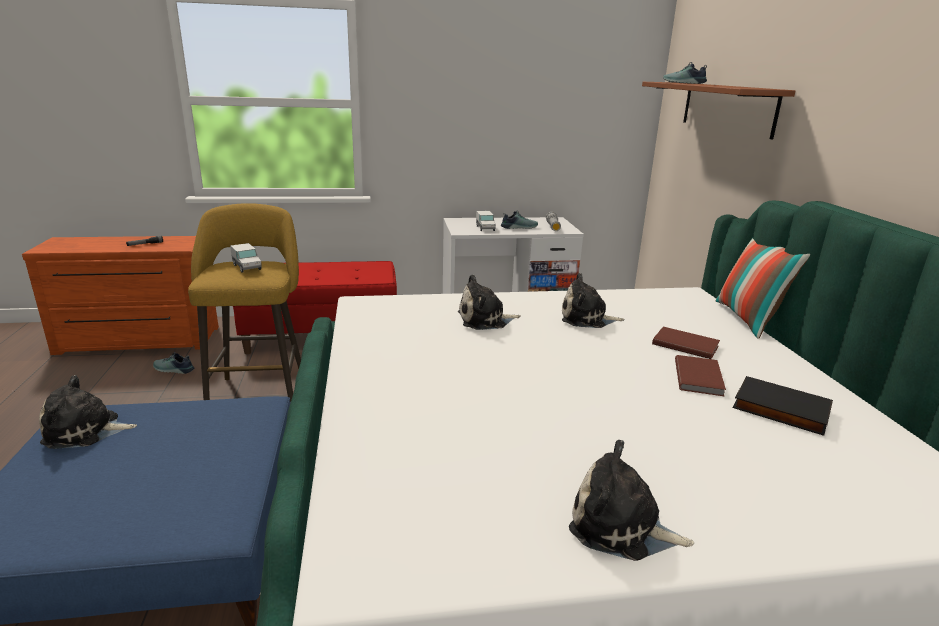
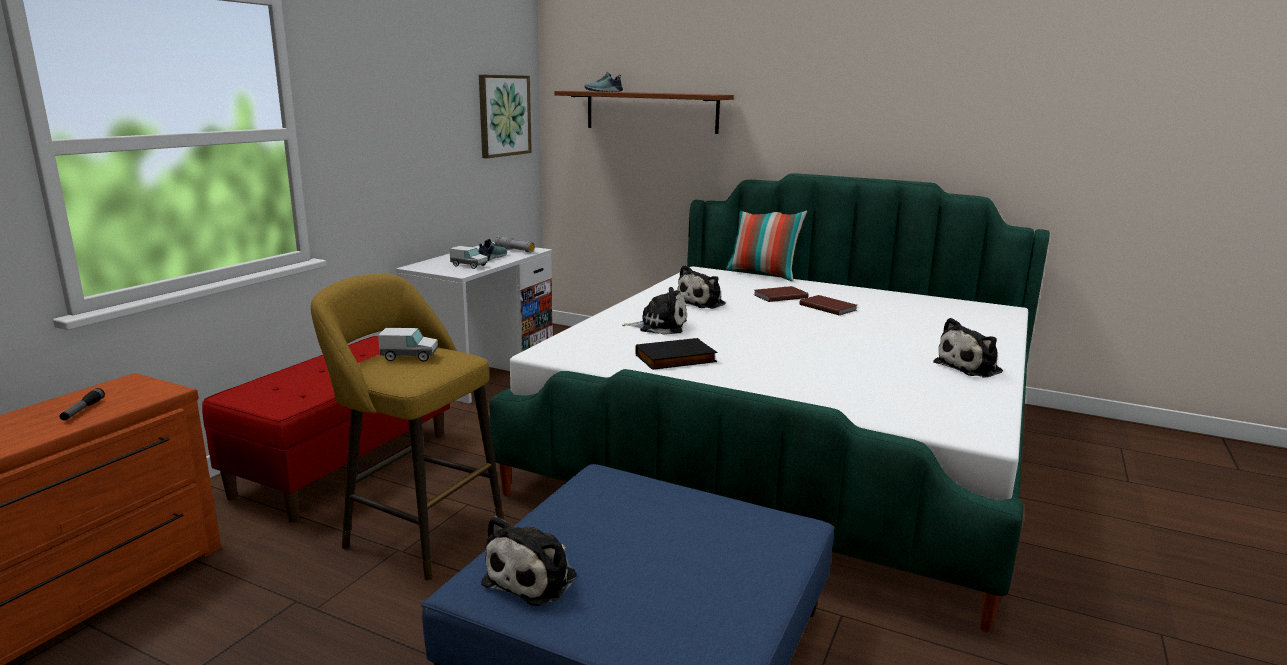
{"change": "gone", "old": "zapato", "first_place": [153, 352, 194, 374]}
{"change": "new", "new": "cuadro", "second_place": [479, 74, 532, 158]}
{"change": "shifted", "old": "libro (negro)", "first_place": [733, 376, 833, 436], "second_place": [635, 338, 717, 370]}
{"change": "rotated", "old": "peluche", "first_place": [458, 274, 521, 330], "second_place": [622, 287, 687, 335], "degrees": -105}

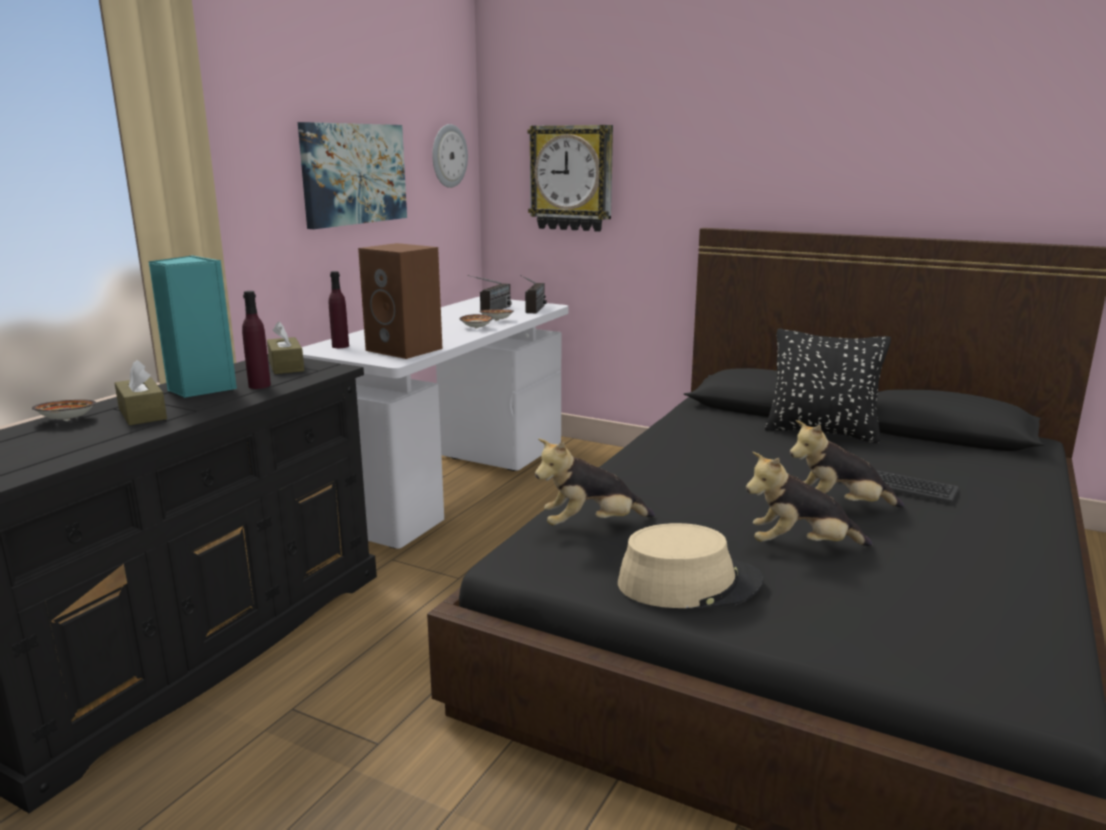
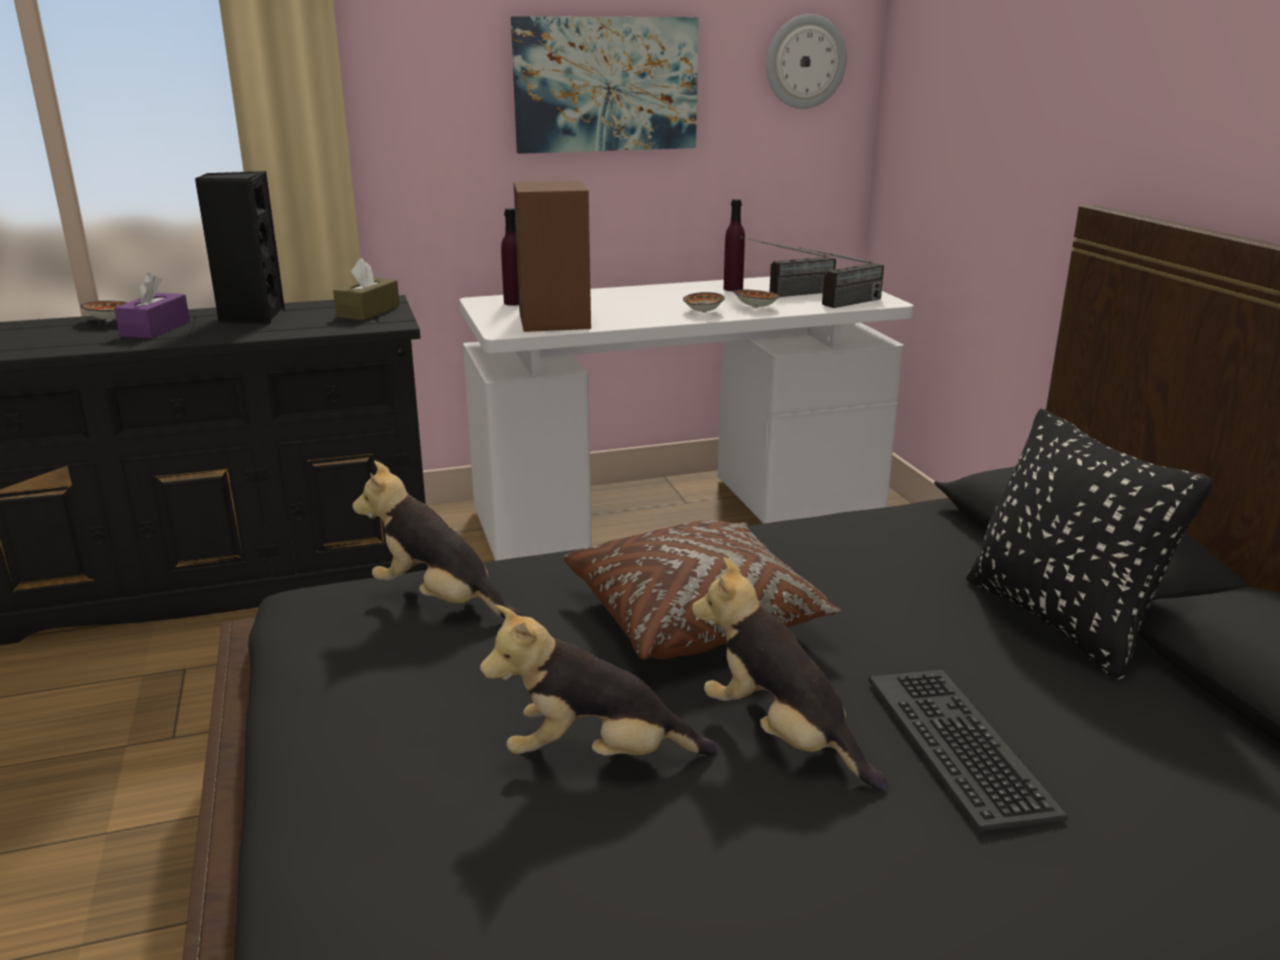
{"change": "gone", "old": "reloj de pared", "first_place": [528, 125, 613, 232]}
{"change": "gone", "old": "sombrero (beis)", "first_place": [618, 523, 763, 608]}
{"change": "new", "new": "cojín (marrón)", "second_place": [564, 520, 841, 660]}
{"change": "shifted", "old": "botella (morado)", "first_place": [242, 291, 271, 389], "second_place": [724, 199, 745, 291]}
{"change": "repainted", "old": "caja de pañuelos (marrón)", "new": "caja de pañuelos (morado)", "first_place": [115, 360, 167, 425], "second_place": [114, 273, 190, 338]}
{"change": "repainted", "old": "altavoz (turquesa)", "new": "altavoz (negro)", "first_place": [149, 255, 237, 398], "second_place": [195, 171, 285, 324]}
{"change": "rotated", "old": "peluche", "first_place": [746, 452, 873, 546], "second_place": [480, 605, 718, 756], "degrees": -45}

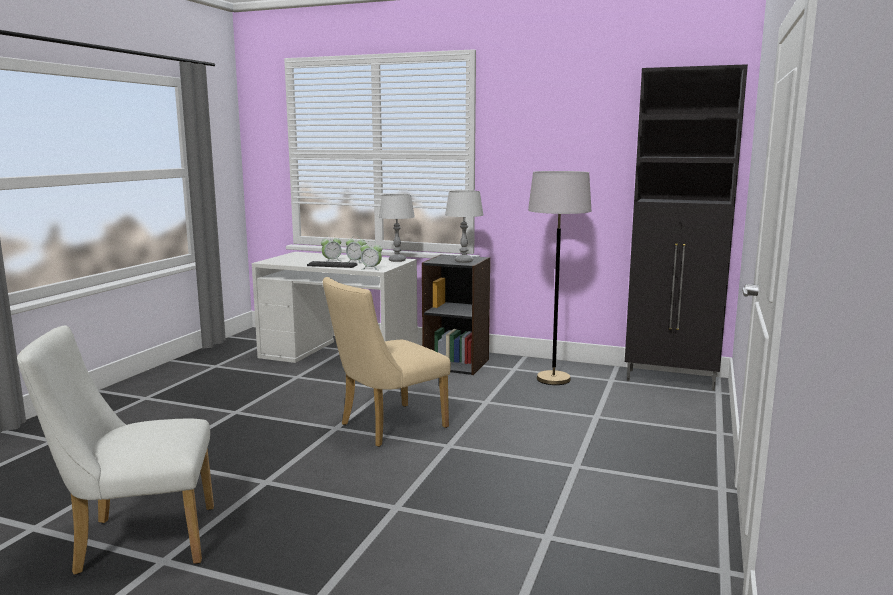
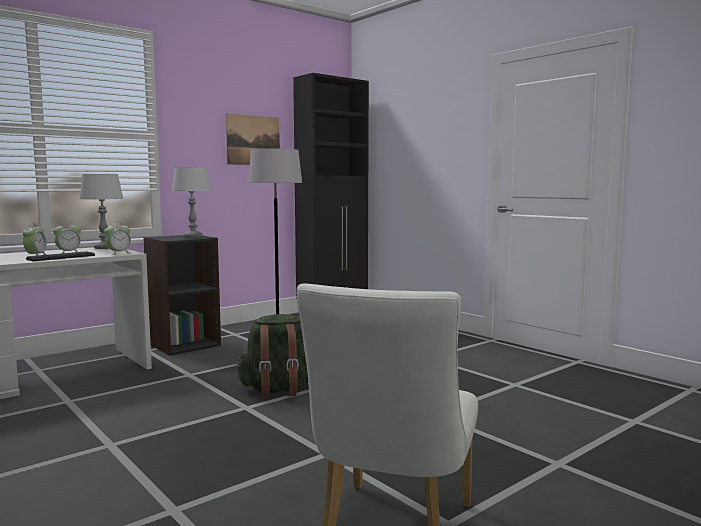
{"change": "new", "new": "cuadro", "second_place": [226, 114, 280, 165]}
{"change": "swapped", "old": "silla (beis)", "new": "mochila (verde)", "first_place": [323, 277, 451, 447], "second_place": [235, 314, 308, 398]}

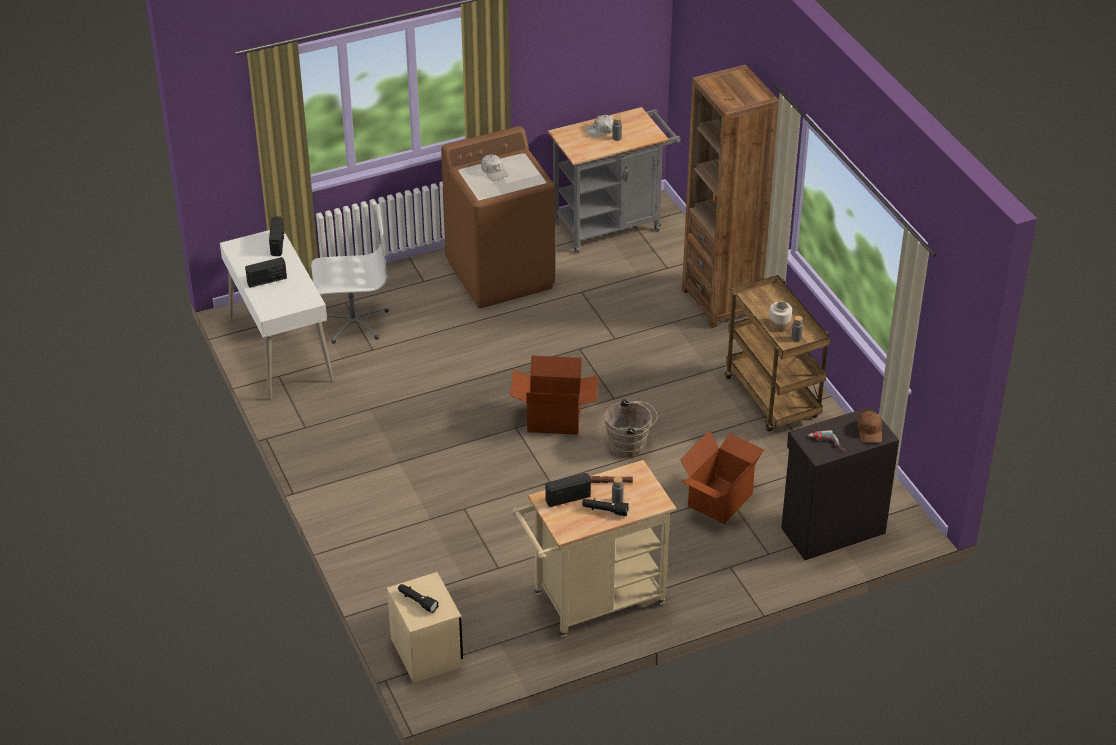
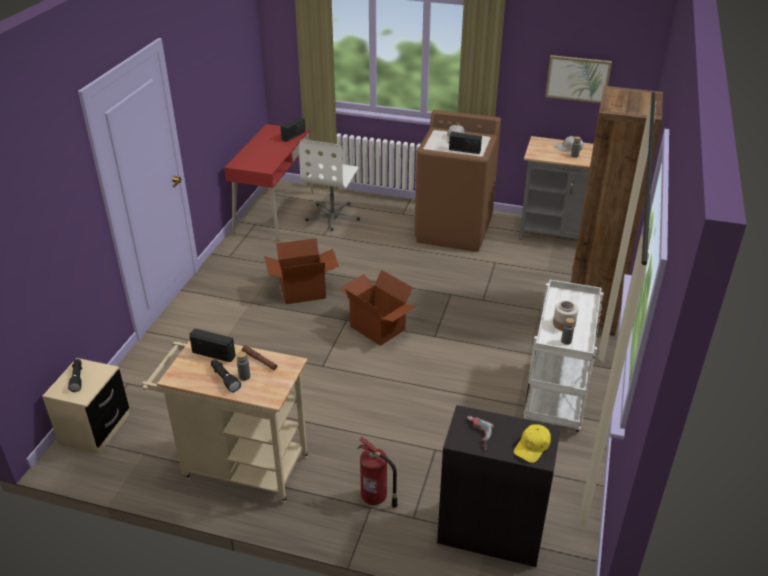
{"change": "gone", "old": "cubo (marrón)", "first_place": [604, 399, 658, 458]}
{"change": "new", "new": "extintor", "second_place": [357, 437, 398, 508]}
{"change": "new", "new": "cuadro", "second_place": [545, 55, 612, 103]}
{"change": "shifted", "old": "radio", "first_place": [245, 257, 287, 288], "second_place": [449, 132, 482, 154]}
{"change": "shifted", "old": "caja de cartón", "first_place": [680, 430, 764, 524], "second_place": [264, 238, 339, 304]}
{"change": "repainted", "old": "escritorio (blanco)", "new": "escritorio (rojo)", "first_place": [220, 230, 334, 399], "second_place": [224, 124, 314, 241]}
{"change": "repainted", "old": "carrito (marrón)", "new": "carrito (blanco)", "first_place": [725, 275, 830, 432], "second_place": [524, 280, 604, 432]}
{"change": "repainted", "old": "gorra (marrón)", "new": "gorra (amarillo)", "first_place": [857, 411, 882, 443], "second_place": [514, 424, 551, 463]}
{"change": "rotated", "old": "silla de oficina (blanco)", "first_place": [311, 204, 389, 344], "second_place": [299, 140, 360, 231], "degrees": 75}

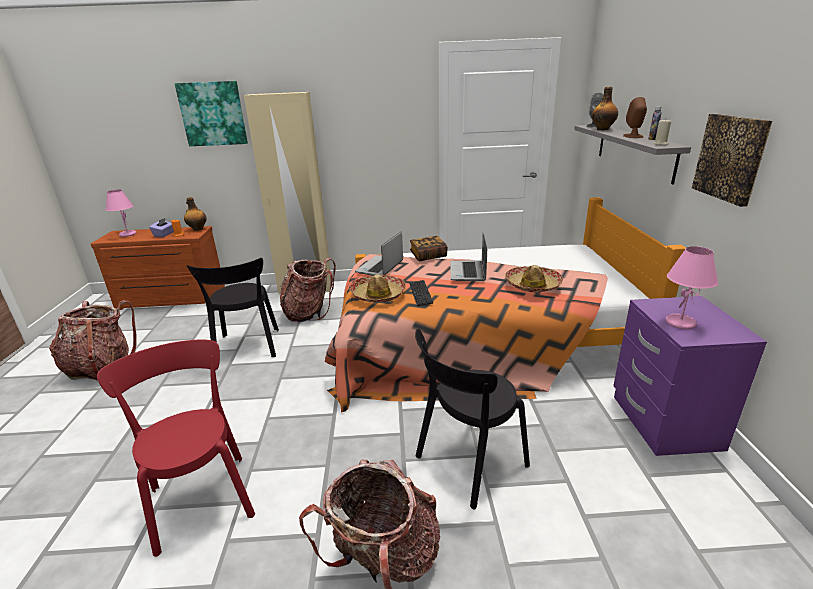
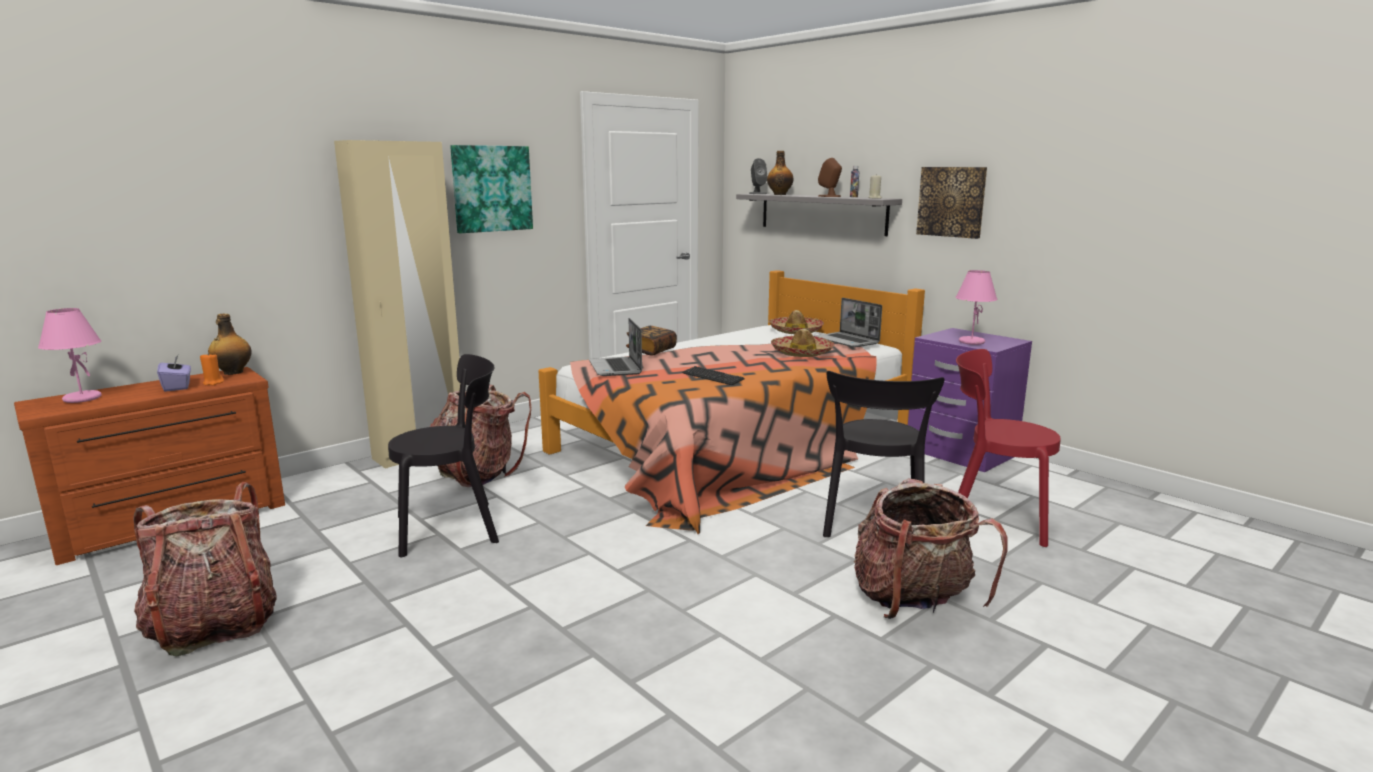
{"change": "shifted", "old": "silla (rojo)", "first_place": [97, 340, 255, 557], "second_place": [956, 349, 1060, 547]}
{"change": "shifted", "old": "cuadro", "first_place": [175, 81, 248, 146], "second_place": [450, 145, 533, 233]}
{"change": "shifted", "old": "sombrero", "first_place": [350, 274, 406, 303], "second_place": [769, 310, 824, 334]}
{"change": "shifted", "old": "portátil", "first_place": [450, 233, 487, 281], "second_place": [816, 298, 882, 348]}
{"change": "rotated", "old": "silla (negro)", "first_place": [187, 258, 279, 357], "second_place": [388, 354, 499, 558], "degrees": -60}

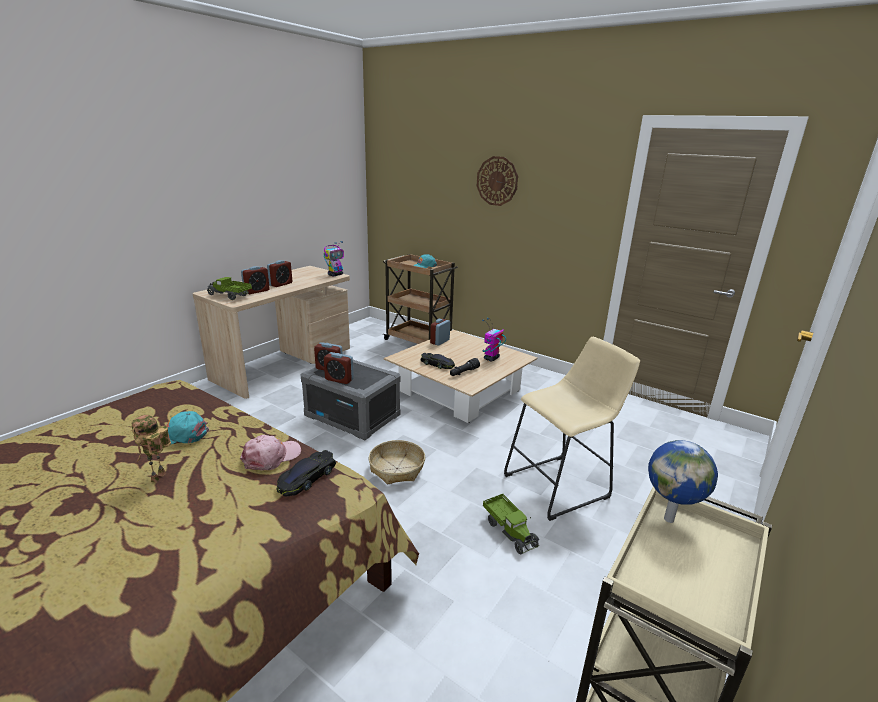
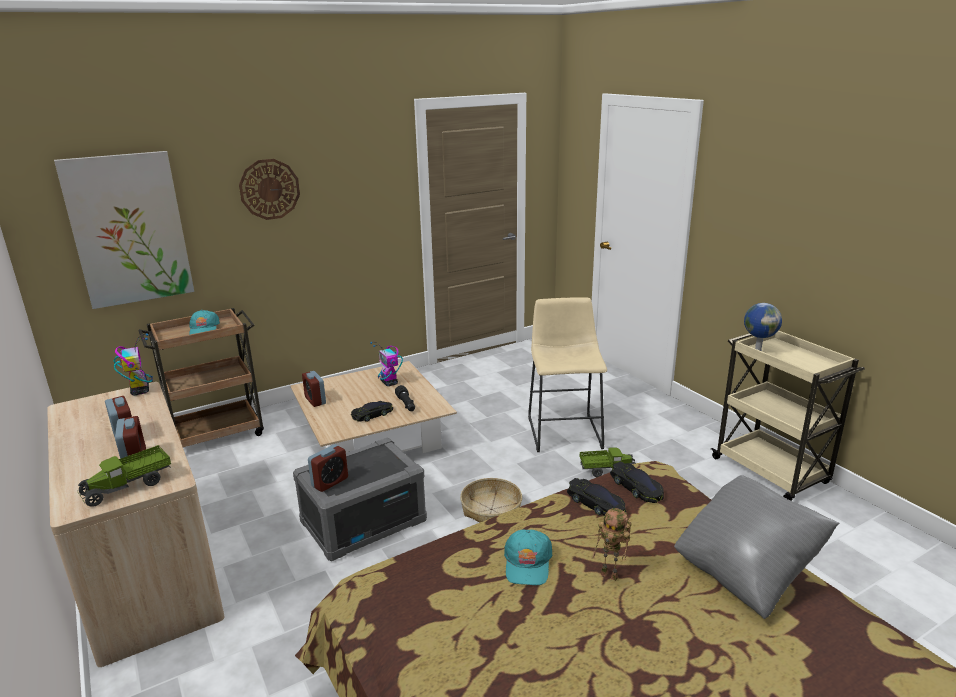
{"change": "gone", "old": "despertador", "first_place": [324, 352, 354, 384]}
{"change": "new", "new": "cuadro", "second_place": [54, 151, 194, 309]}
{"change": "new", "new": "cojín (gris)", "second_place": [674, 475, 839, 619]}
{"change": "swapped", "old": "gorra (rosa)", "new": "coche de juguete (negro)", "first_place": [240, 435, 301, 471], "second_place": [567, 478, 626, 516]}

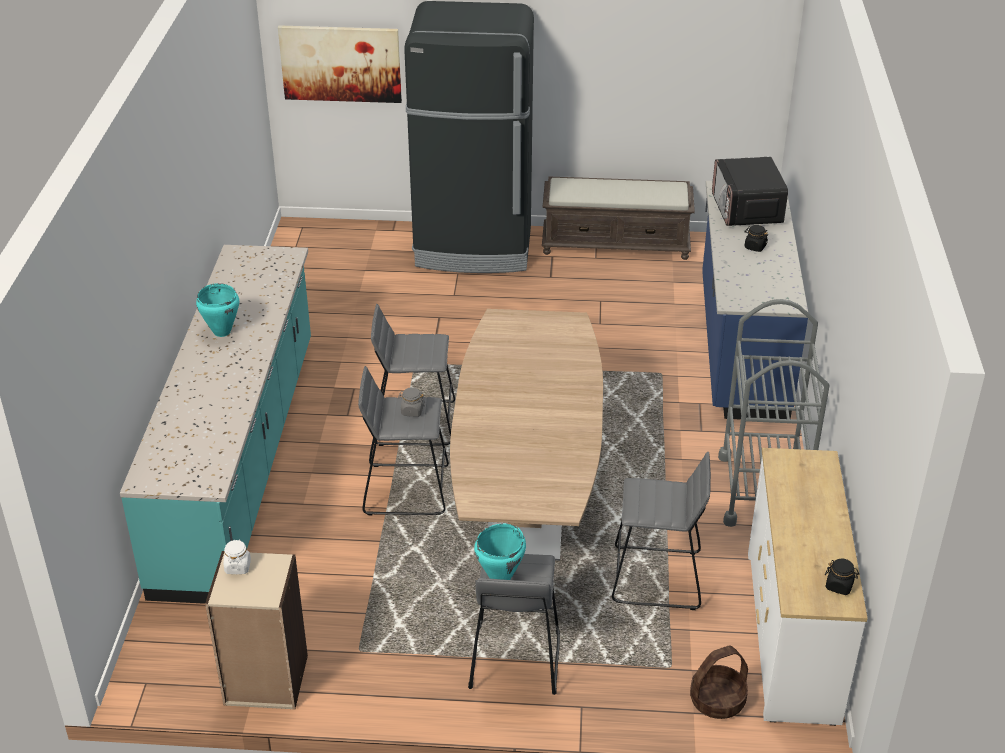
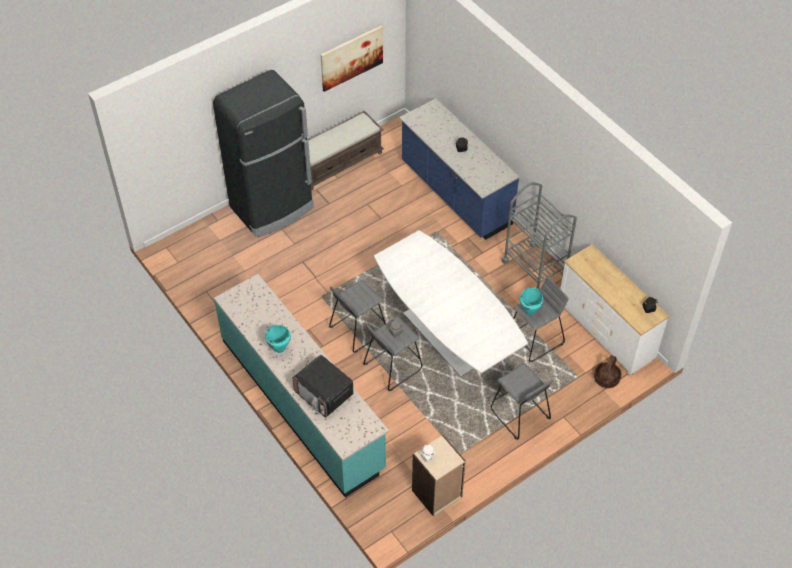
{"change": "shifted", "old": "cuadro", "first_place": [278, 25, 402, 103], "second_place": [321, 26, 383, 92]}
{"change": "shifted", "old": "olla (turquesa)", "first_place": [474, 524, 526, 580], "second_place": [520, 287, 543, 315]}
{"change": "shifted", "old": "microondas", "first_place": [712, 157, 788, 226], "second_place": [292, 355, 354, 417]}
{"change": "repainted", "old": "mesa de comedor (marrón)", "new": "mesa de comedor (blanco)", "first_place": [450, 309, 603, 561], "second_place": [374, 230, 528, 377]}

